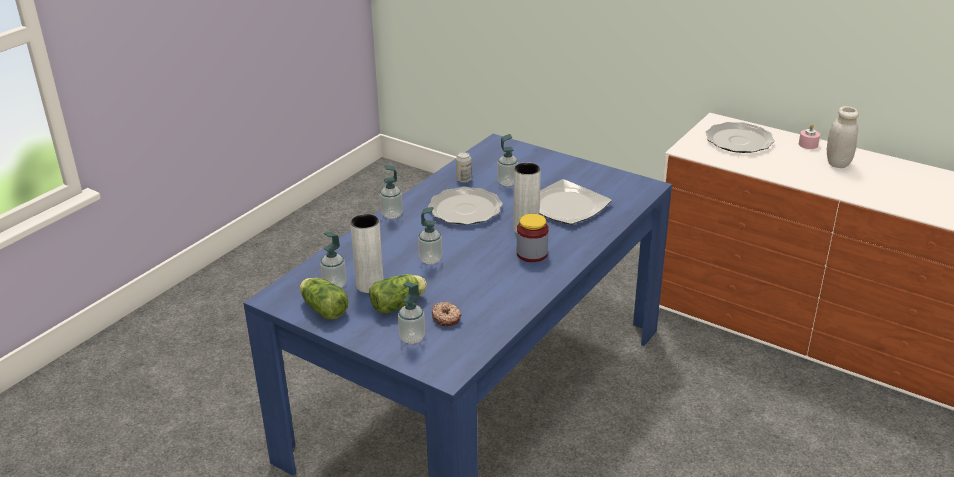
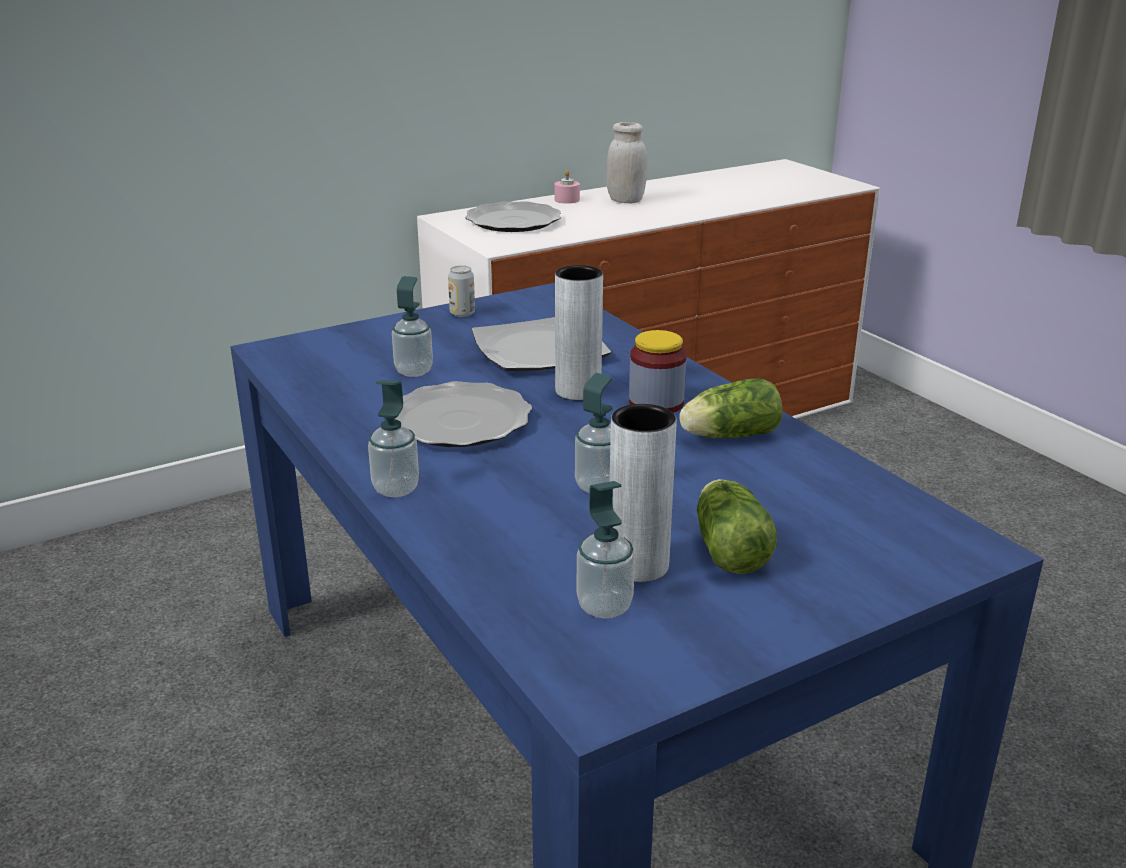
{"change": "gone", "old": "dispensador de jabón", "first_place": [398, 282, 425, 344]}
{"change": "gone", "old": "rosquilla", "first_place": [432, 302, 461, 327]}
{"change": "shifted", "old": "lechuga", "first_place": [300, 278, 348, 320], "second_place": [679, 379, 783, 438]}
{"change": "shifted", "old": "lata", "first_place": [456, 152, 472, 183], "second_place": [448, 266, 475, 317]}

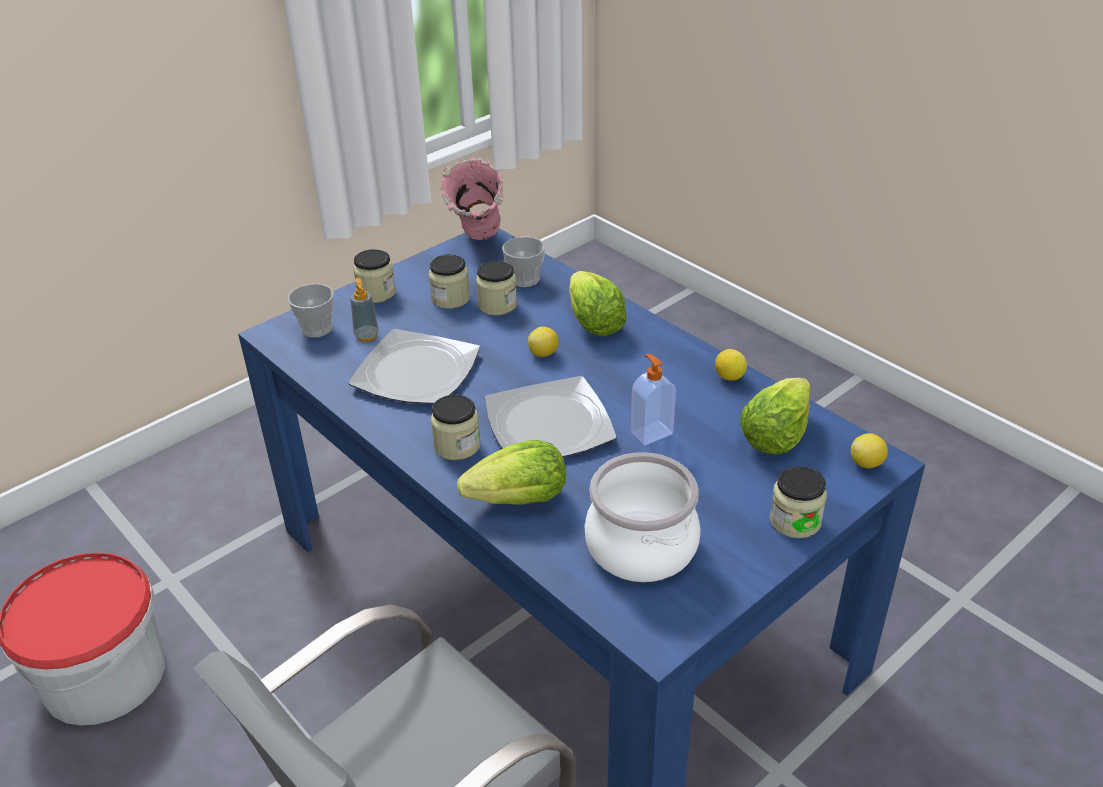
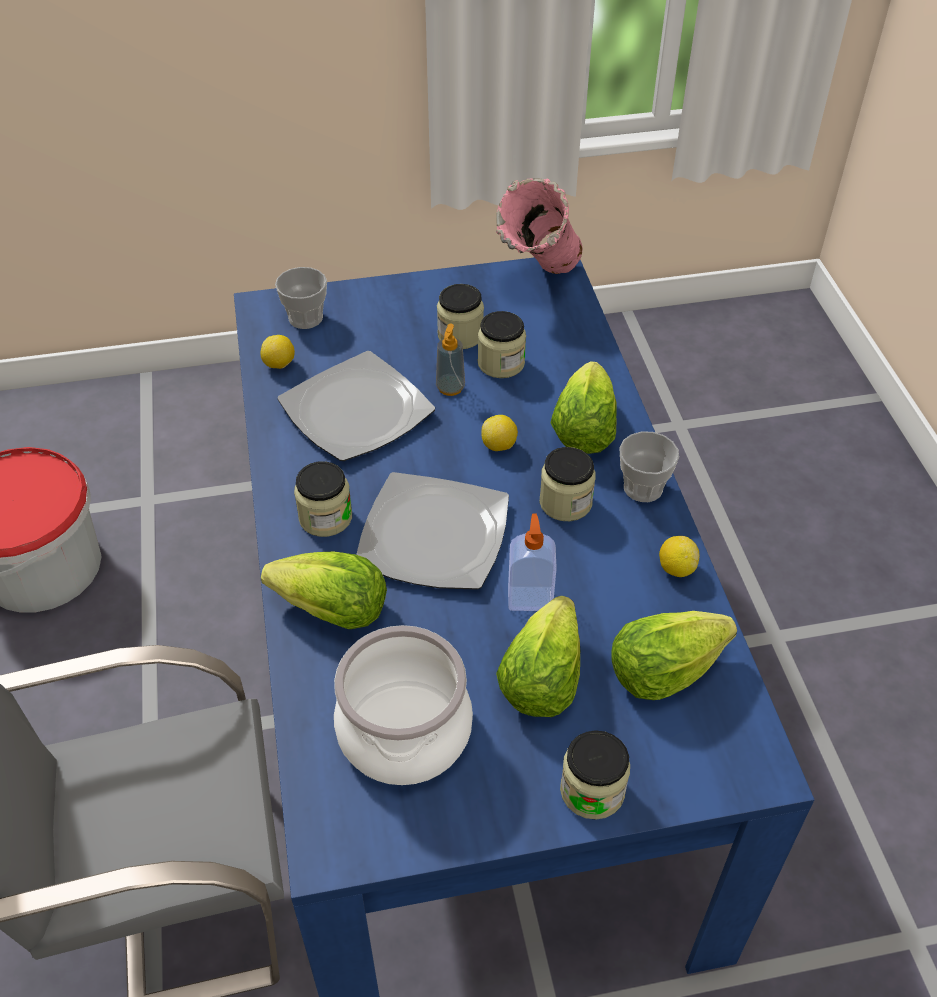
{"change": "new", "new": "lechuga", "second_place": [496, 596, 580, 717]}
{"change": "shifted", "old": "dispensador de jabón", "first_place": [350, 278, 379, 342], "second_place": [436, 324, 465, 396]}
{"change": "shifted", "old": "tarro", "first_place": [353, 249, 396, 303], "second_place": [540, 447, 596, 521]}
{"change": "shifted", "old": "taza", "first_place": [502, 236, 545, 287], "second_place": [619, 431, 679, 502]}
{"change": "shifted", "old": "limón", "first_place": [851, 433, 888, 468], "second_place": [260, 335, 295, 369]}

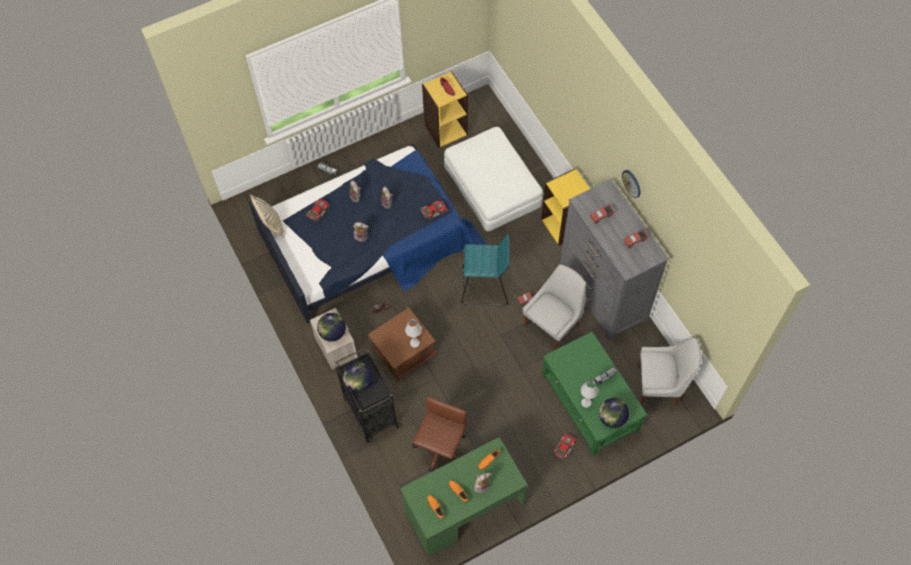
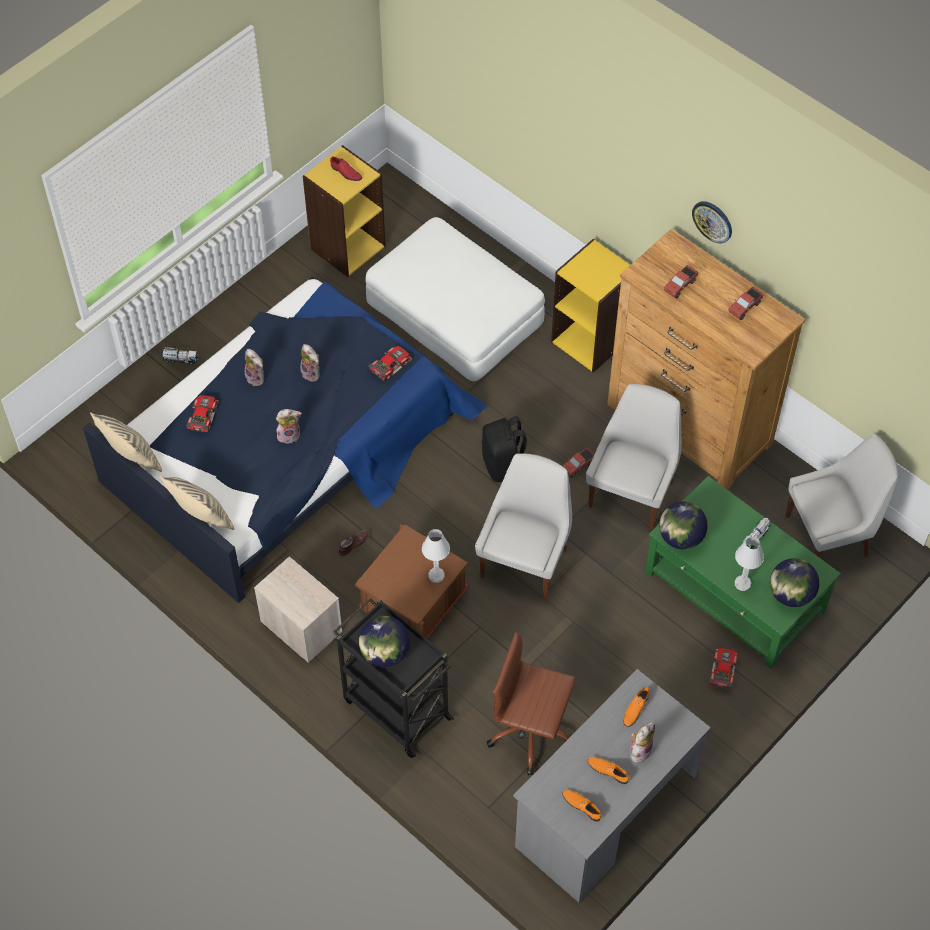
{"change": "new", "new": "cojín (beis)", "second_place": [160, 475, 234, 530]}
{"change": "new", "new": "silla (blanco)", "second_place": [475, 454, 572, 599]}
{"change": "shifted", "old": "globo terráqueo", "first_place": [317, 313, 346, 342], "second_place": [659, 502, 708, 549]}
{"change": "swapped", "old": "taburete (turquesa)", "new": "mochila (negro)", "first_place": [461, 234, 509, 306], "second_place": [482, 416, 527, 483]}
{"change": "repainted", "old": "escritorio (verde)", "new": "escritorio (gris)", "first_place": [400, 437, 528, 557], "second_place": [513, 669, 711, 902]}
{"change": "repainted", "old": "cómoda (gris)", "new": "cómoda (marrón)", "first_place": [560, 179, 669, 340], "second_place": [607, 229, 806, 490]}
{"change": "rotated", "old": "silla de oficina (marrón)", "first_place": [412, 396, 466, 472], "second_place": [487, 632, 575, 775], "degrees": -75}

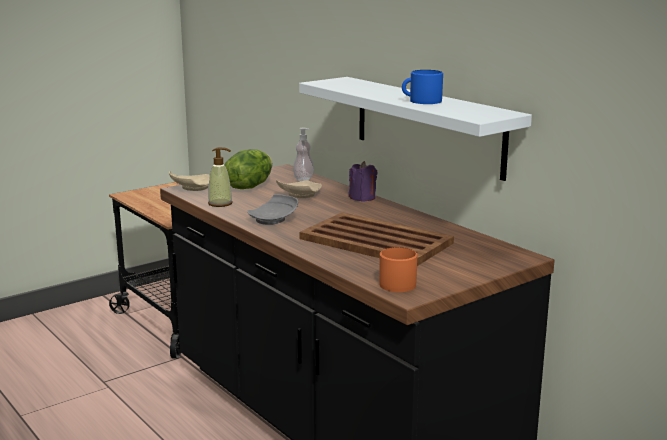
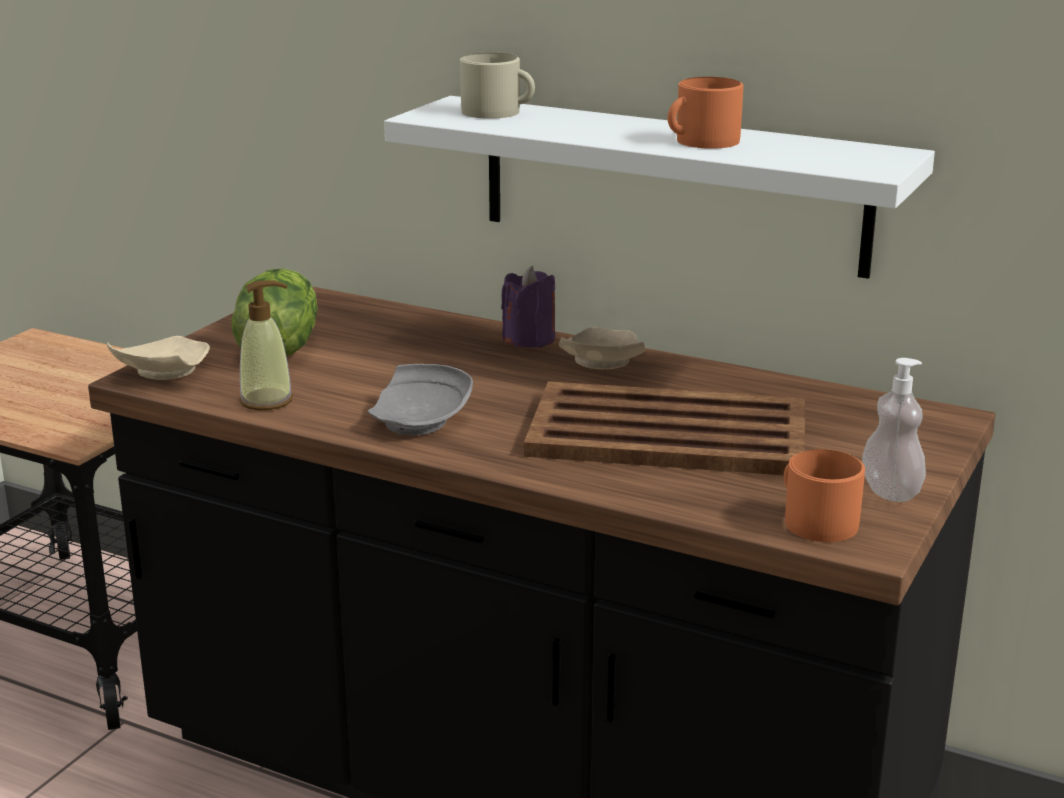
{"change": "new", "new": "taza grande (beis)", "second_place": [460, 53, 535, 119]}
{"change": "shifted", "old": "plato (beis)", "first_place": [276, 180, 322, 198], "second_place": [559, 327, 645, 369]}
{"change": "shifted", "old": "dispensador de jabón", "first_place": [293, 127, 314, 181], "second_place": [862, 358, 926, 502]}
{"change": "repainted", "old": "taza grande (azul)", "new": "taza grande (naranja)", "first_place": [402, 70, 443, 104], "second_place": [668, 77, 744, 149]}

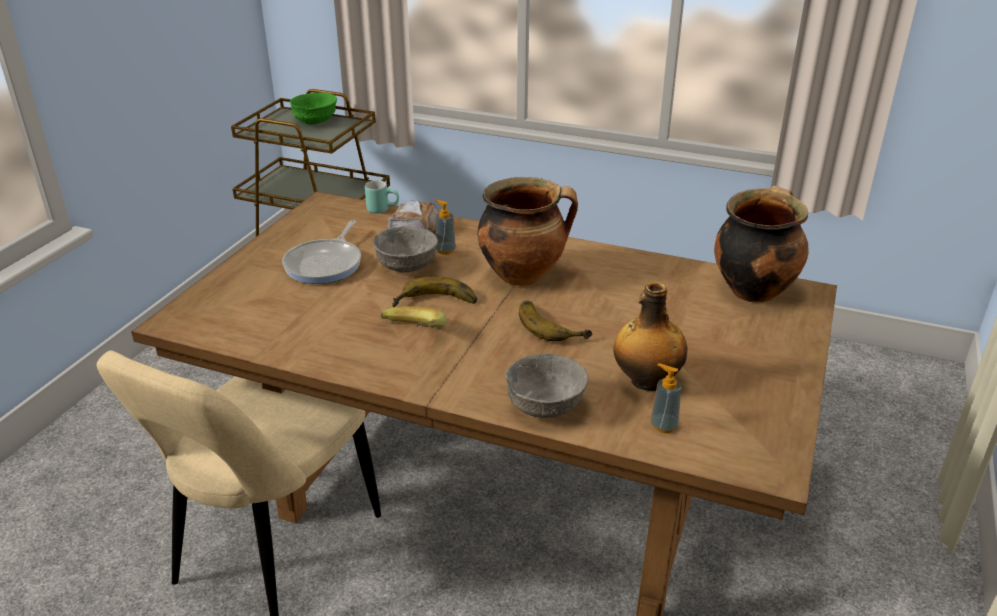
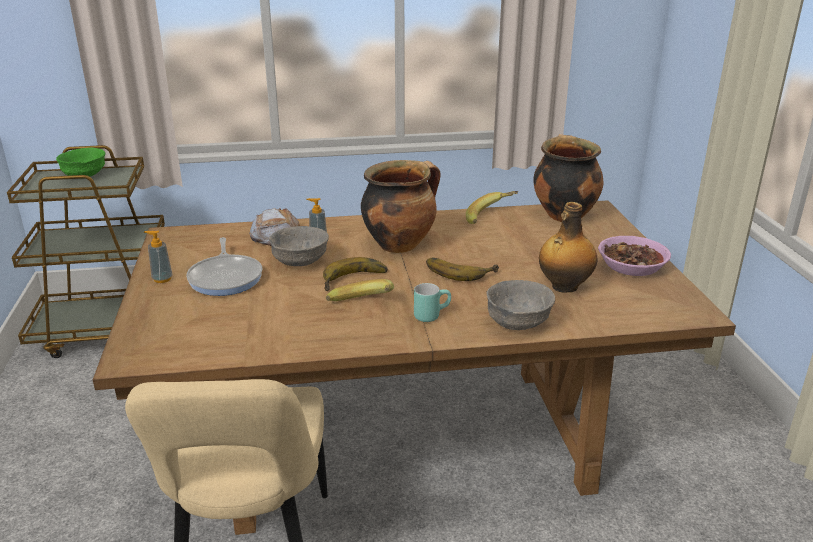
{"change": "new", "new": "plátano", "second_place": [466, 191, 518, 224]}
{"change": "new", "new": "cuenco", "second_place": [598, 236, 671, 276]}
{"change": "shifted", "old": "taza grande (turquesa)", "first_place": [365, 180, 399, 214], "second_place": [414, 283, 451, 322]}
{"change": "shifted", "old": "dispensador de jabón", "first_place": [651, 363, 681, 433], "second_place": [144, 231, 172, 283]}

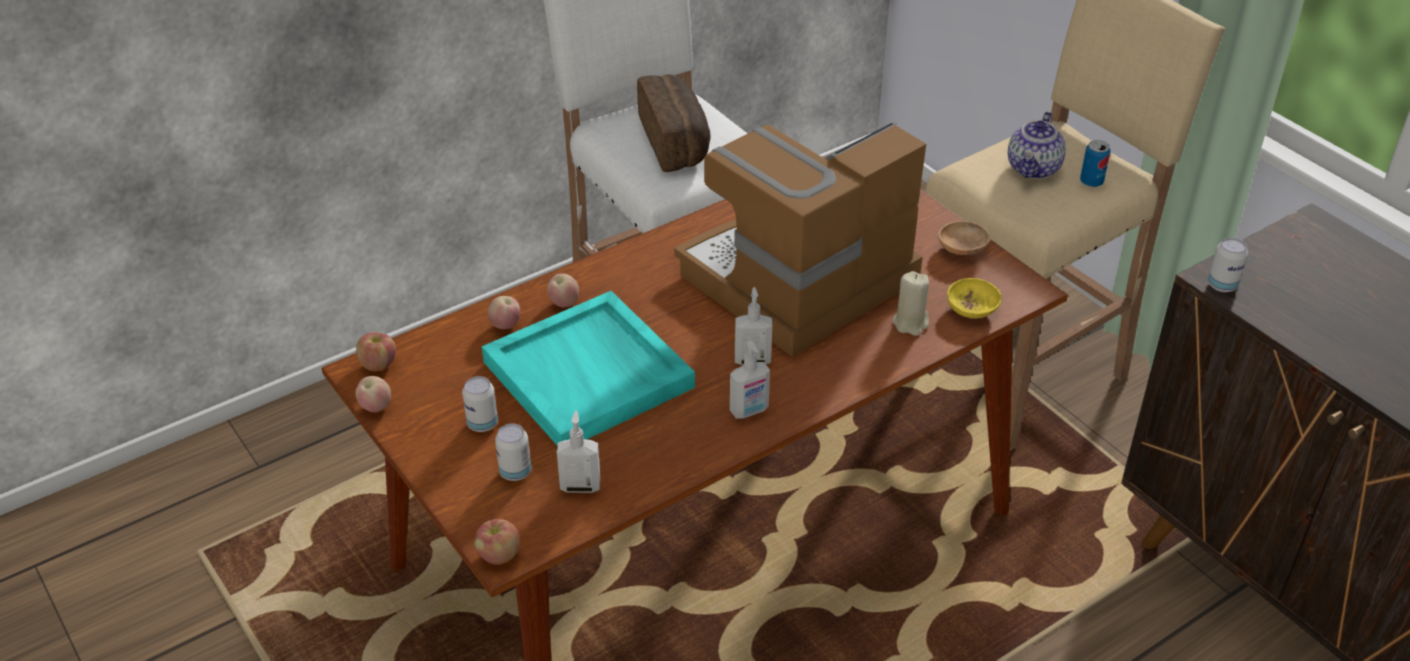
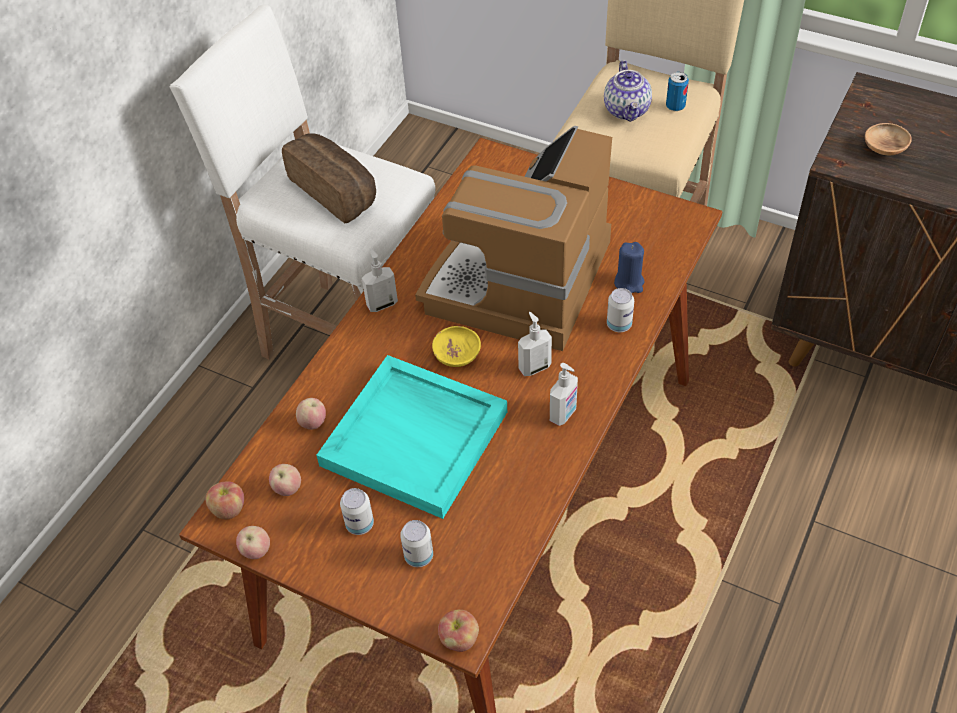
{"change": "shifted", "old": "manzana", "first_place": [547, 273, 579, 307], "second_place": [269, 464, 301, 496]}
{"change": "shifted", "old": "dispensador de jabón", "first_place": [557, 410, 600, 493], "second_place": [362, 249, 398, 312]}
{"change": "shifted", "old": "cuenco (marrón)", "first_place": [938, 221, 990, 255], "second_place": [865, 123, 912, 155]}
{"change": "shifted", "old": "cuenco (amarillo)", "first_place": [947, 278, 1002, 318], "second_place": [432, 326, 481, 367]}
{"change": "shifted", "old": "lata", "first_place": [1208, 237, 1248, 292], "second_place": [607, 288, 634, 332]}
{"change": "repainted", "old": "vela (beis)", "new": "vela (azul)", "first_place": [893, 271, 929, 336], "second_place": [614, 242, 645, 293]}

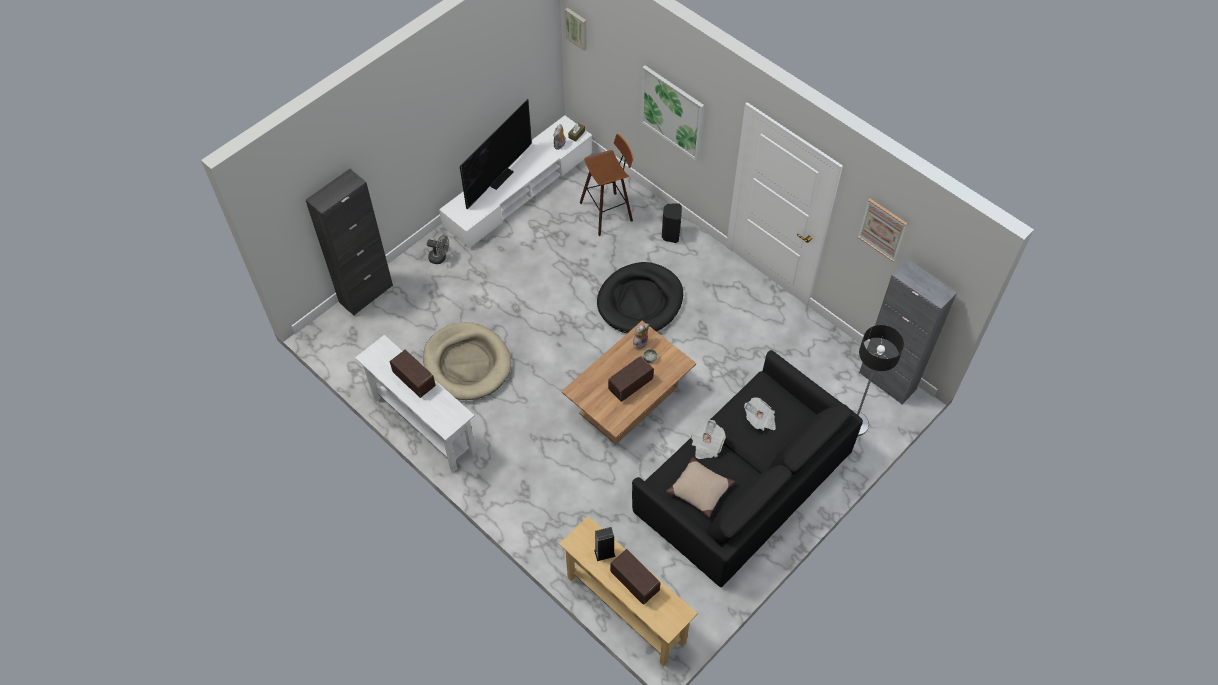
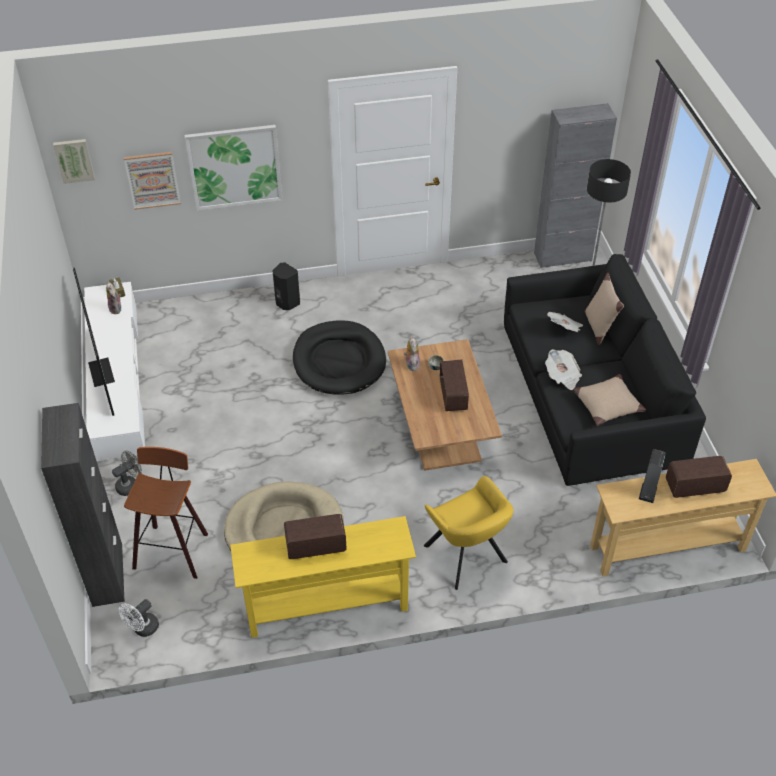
{"change": "new", "new": "ventilador (blanco)", "second_place": [119, 599, 159, 637]}
{"change": "new", "new": "sillón (amarillo)", "second_place": [424, 476, 514, 590]}
{"change": "new", "new": "cojín (beis)", "second_place": [585, 273, 624, 345]}
{"change": "shifted", "old": "taburete", "first_place": [580, 134, 633, 236], "second_place": [124, 447, 208, 579]}
{"change": "shifted", "old": "cuadro", "first_place": [858, 199, 907, 262], "second_place": [124, 152, 181, 210]}
{"change": "repainted", "old": "mesa consola (blanco)", "new": "mesa consola (amarillo)", "first_place": [355, 335, 476, 472], "second_place": [230, 516, 416, 638]}

